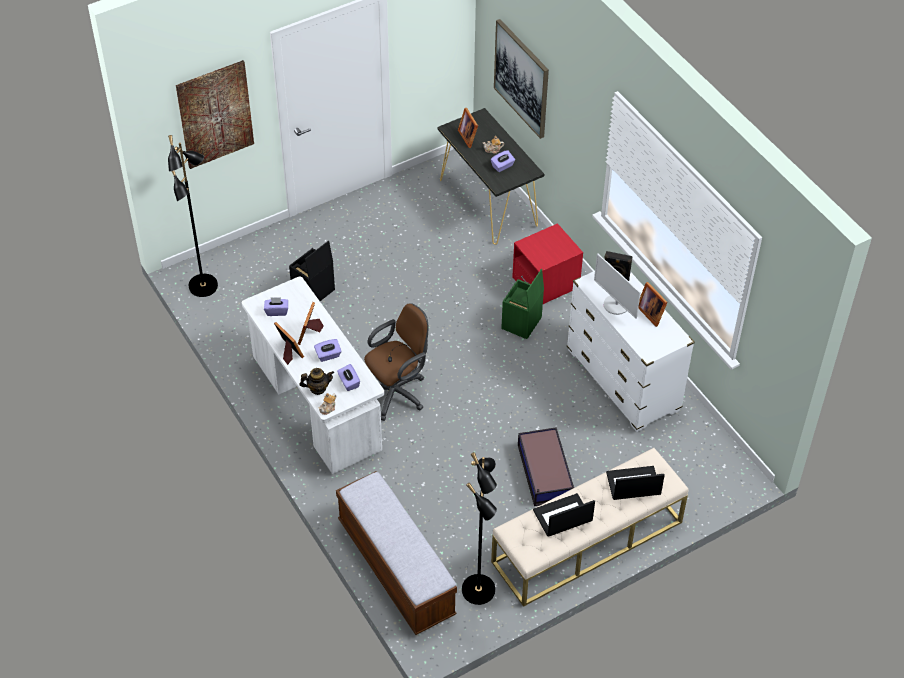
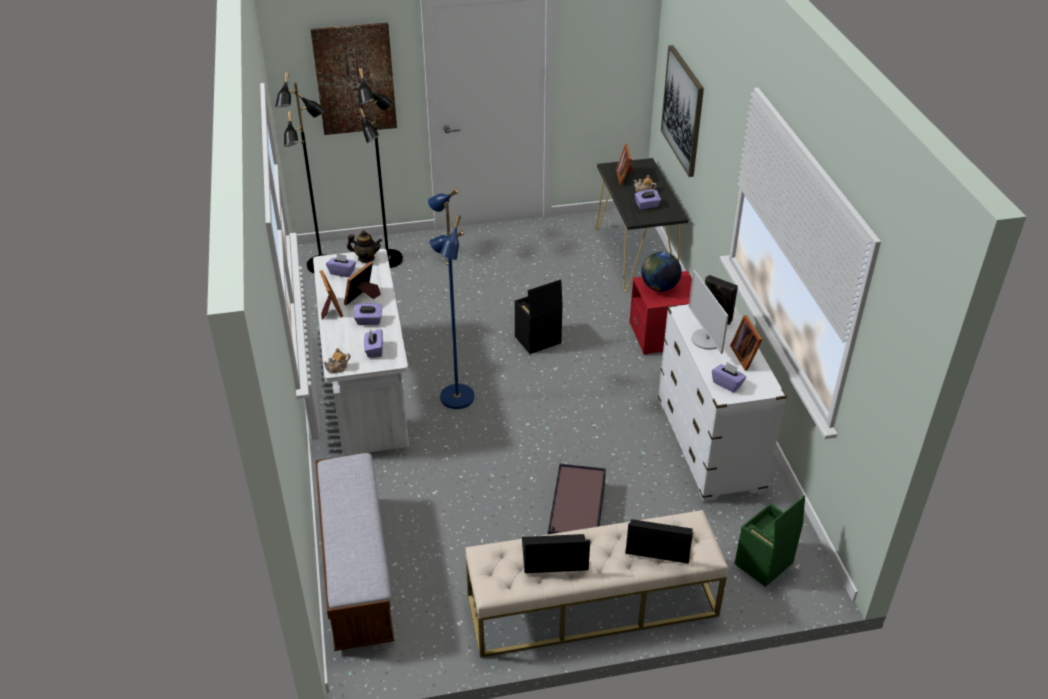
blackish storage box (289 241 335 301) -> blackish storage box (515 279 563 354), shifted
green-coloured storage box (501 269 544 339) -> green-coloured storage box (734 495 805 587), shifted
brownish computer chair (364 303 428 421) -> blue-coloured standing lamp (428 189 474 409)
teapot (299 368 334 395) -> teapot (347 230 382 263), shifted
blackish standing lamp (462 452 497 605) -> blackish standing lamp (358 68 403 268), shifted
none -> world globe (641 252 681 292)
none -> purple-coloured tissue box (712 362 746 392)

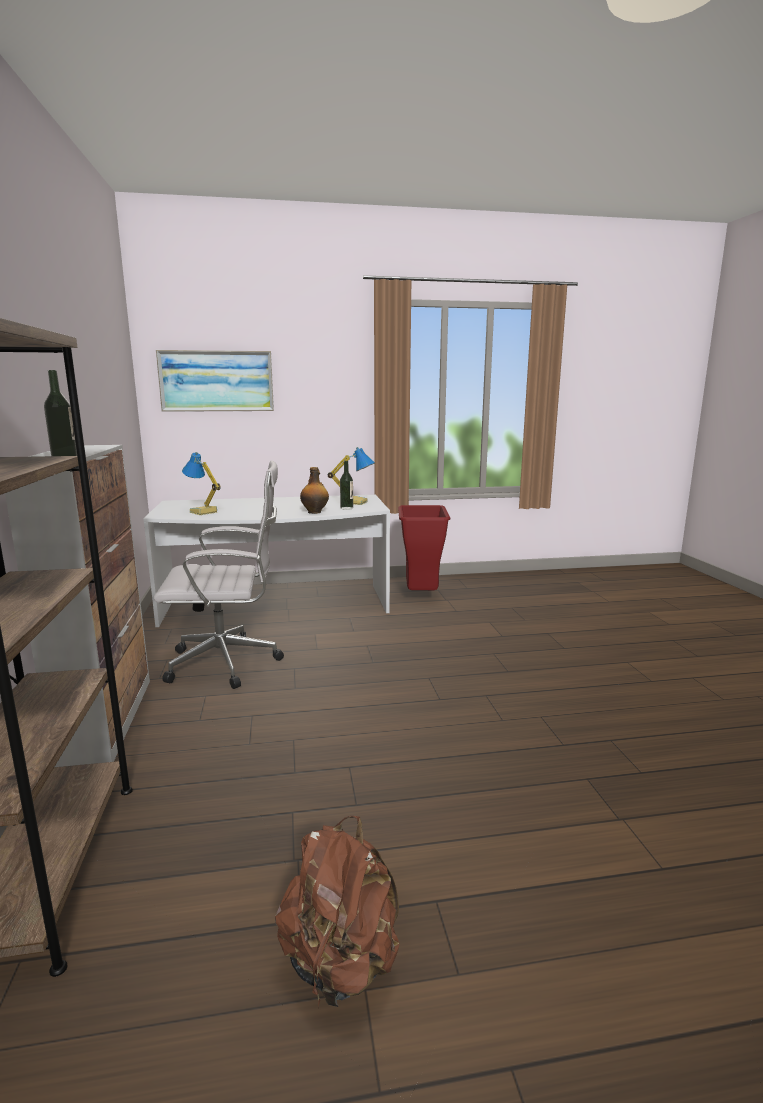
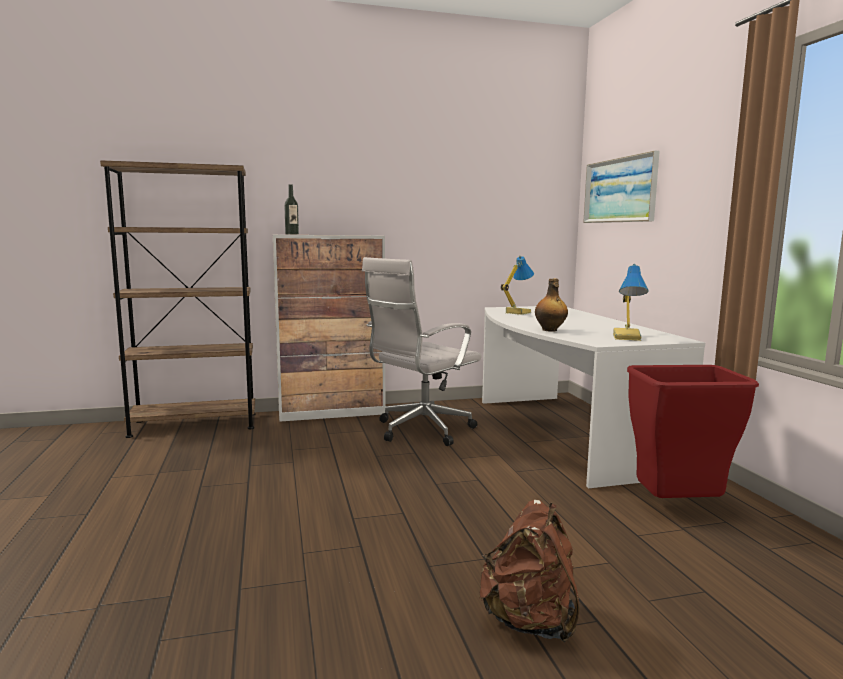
white-coloured computer chair (154 461 284 689) -> white-coloured computer chair (362 257 482 446), 60 degrees clockwise
bottle (340 461 353 510) -> none
brownish rucksack (275 816 400 1008) -> brownish rucksack (480 500 579 642), shifted

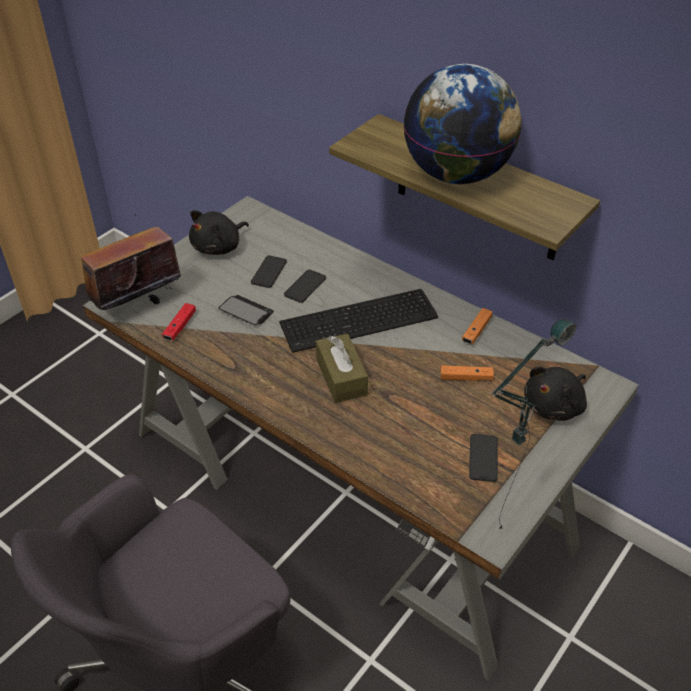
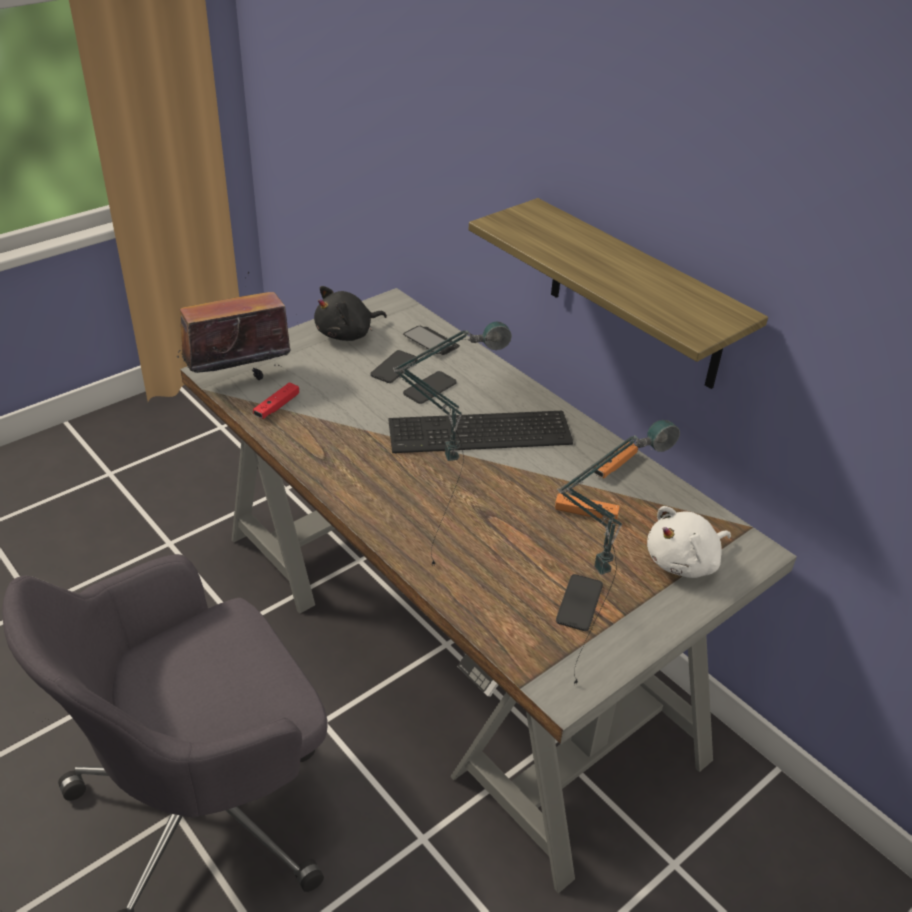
world globe (404 64 522 184) -> none
handset (219 295 274 325) -> handset (403 326 460 355), shifted
brownish tissue box (316 333 368 403) -> none
blackish soft toy (524 367 587 421) -> white-coloured soft toy (647 506 731 578)
none -> tabletop lamp (393 321 512 566)

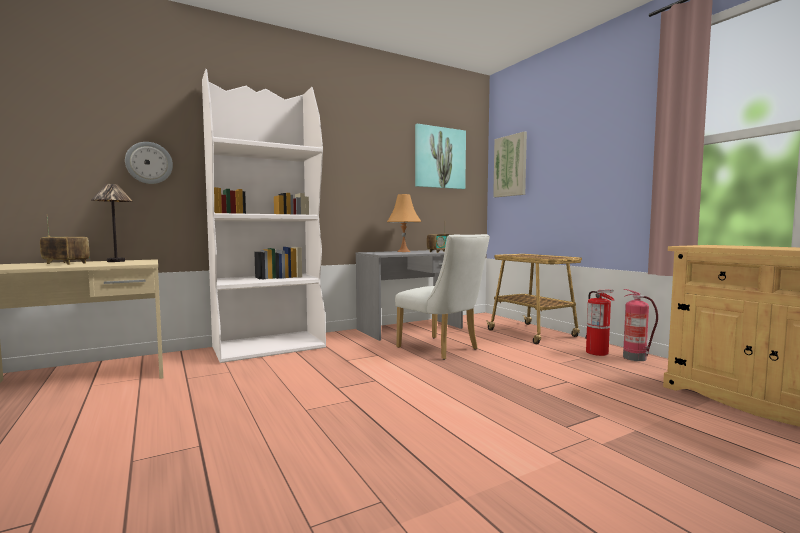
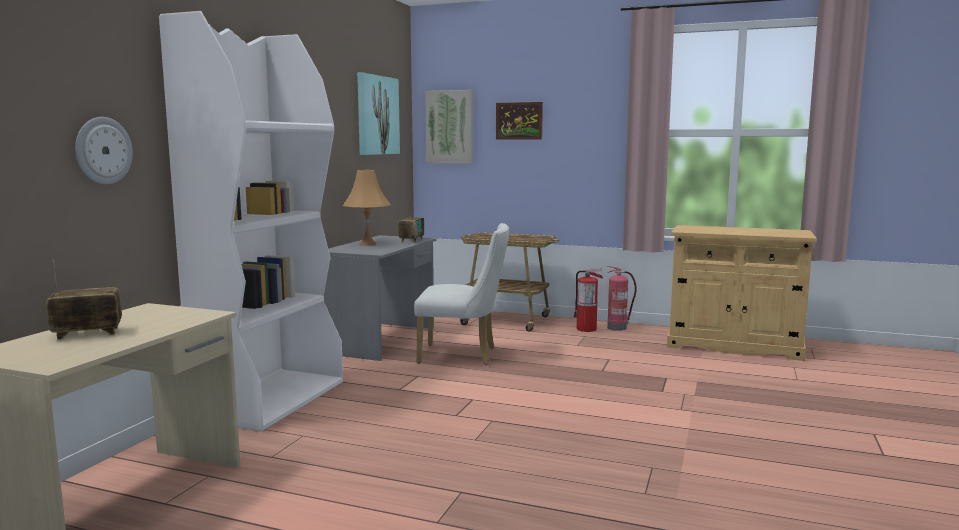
tabletop lamp (91 184 133 262) -> none
none -> picture (496 102 543 140)

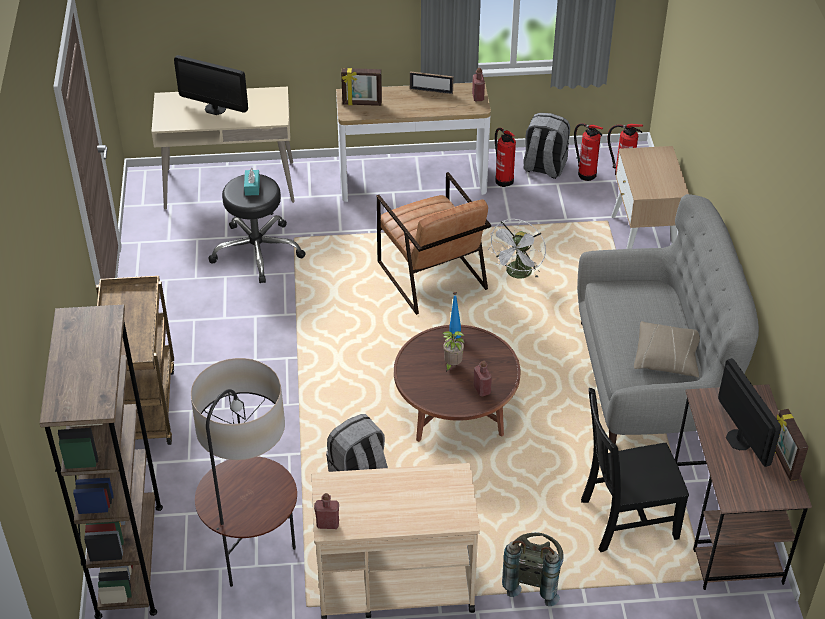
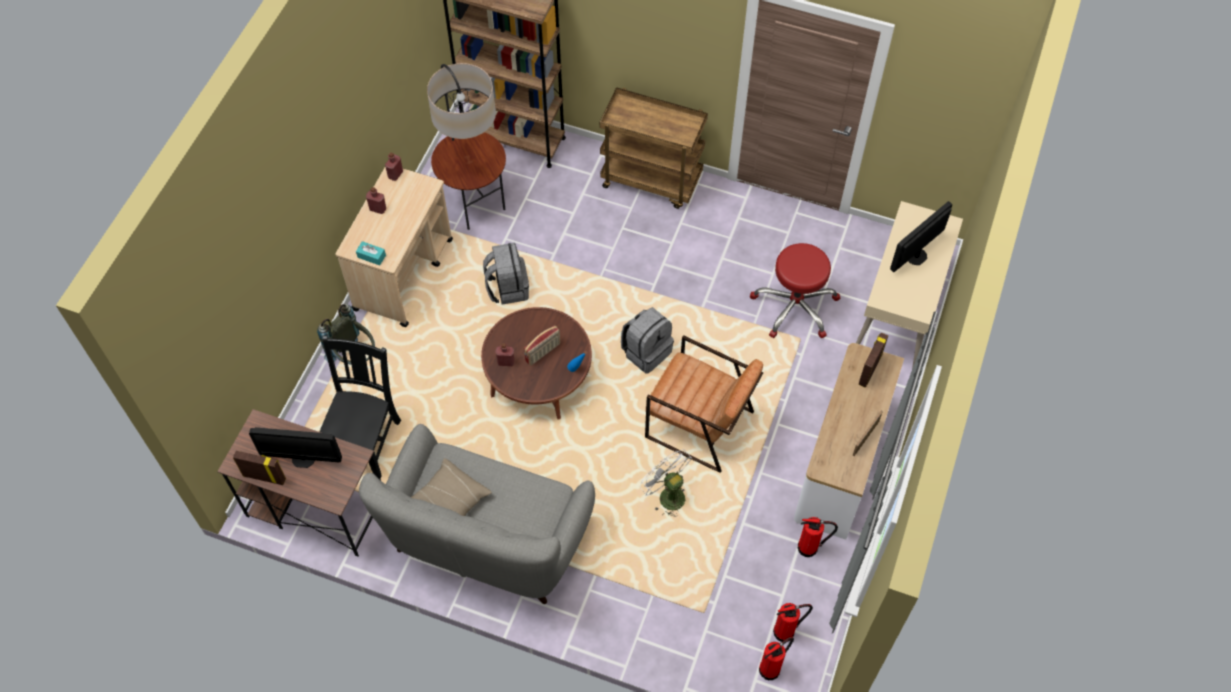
reddish bottle (472 68 485 101) -> reddish bottle (366 187 386 214), shifted
gray rucksack (523 113 570 179) -> gray rucksack (621 307 674 374), shifted
sand-coloured bedside table (611 146 689 249) -> none
blue-green tissue box (244 168 260 196) -> blue-green tissue box (356 241 386 265), shifted
brownish armchair (376 172 491 315) -> brownish armchair (645 335 763 473), 150 degrees counterclockwise
blackish sitting stool (208 174 306 283) -> reddish sitting stool (750 243 841 338)
houseplant (442 331 464 372) -> radio set (524 325 560 366)

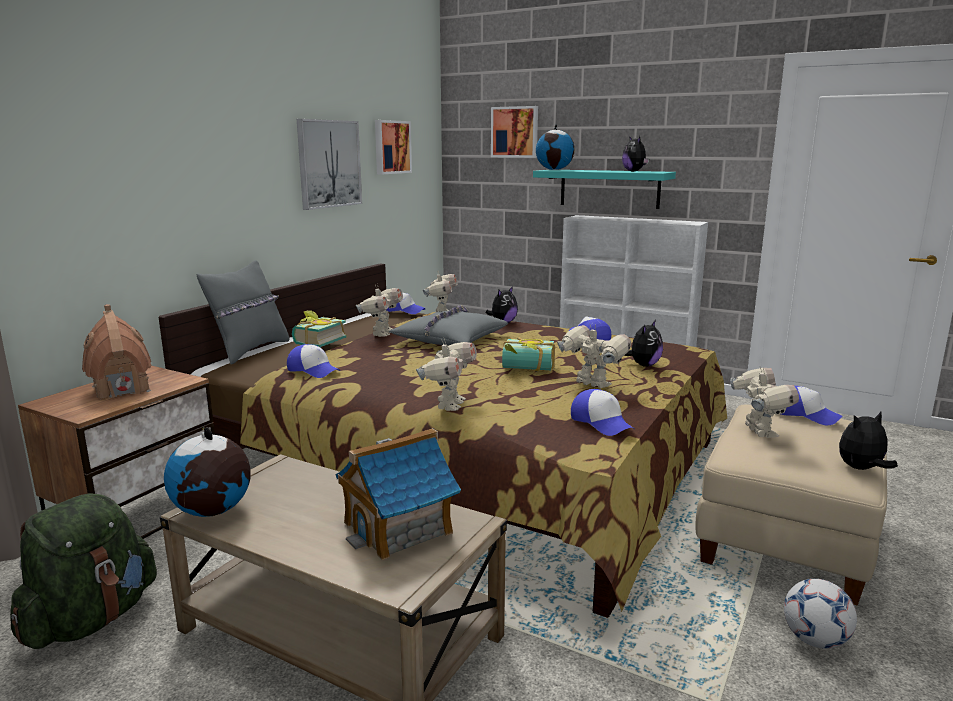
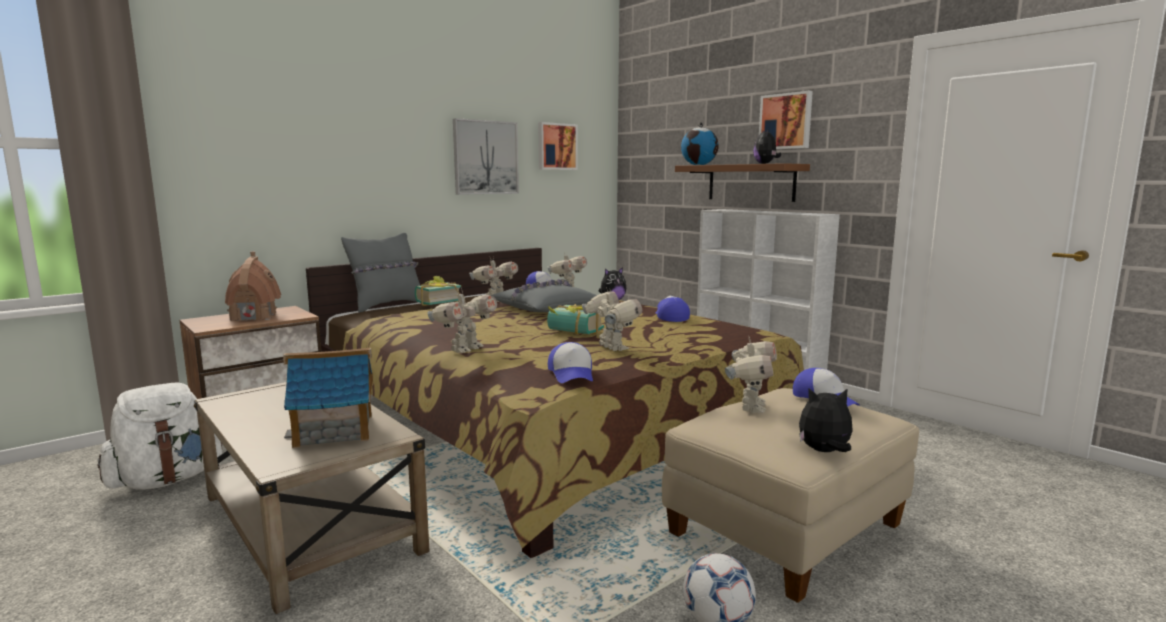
picture (491 106 538 158) -> picture (759 91 813 149), shifted
blue-green shelf (533 170 676 209) -> brownish shelf (675 163 810 202)
soft toy (624 320 663 367) -> none
baseball cap (287 344 341 378) -> none
world globe (164 427 251 517) -> none
green-coloured rucksack (10 493 157 649) -> white-coloured rucksack (98 382 222 490)

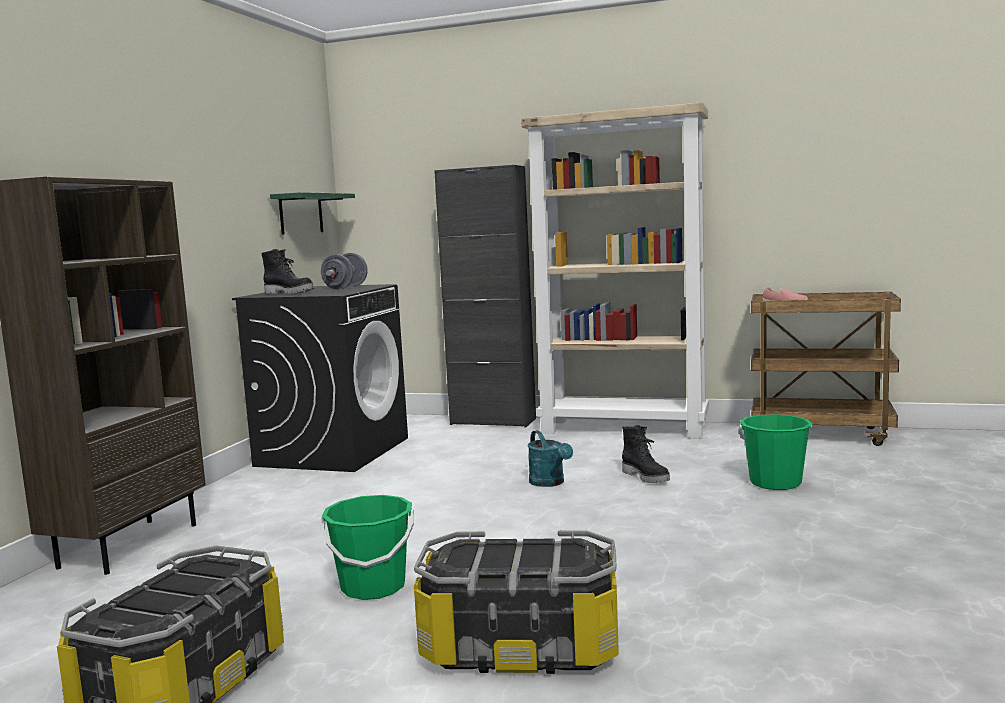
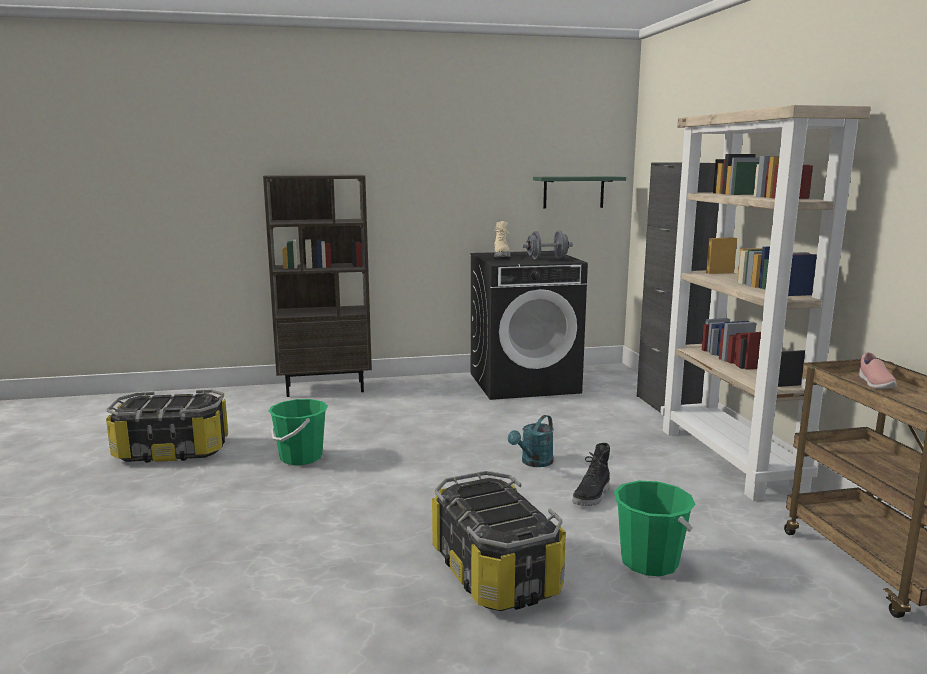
blackish high-top boot (261 249 314 294) -> sand-coloured high-top boot (494 221 511 257)
storage box (414 530 619 674) -> storage box (432 471 566 611), shifted

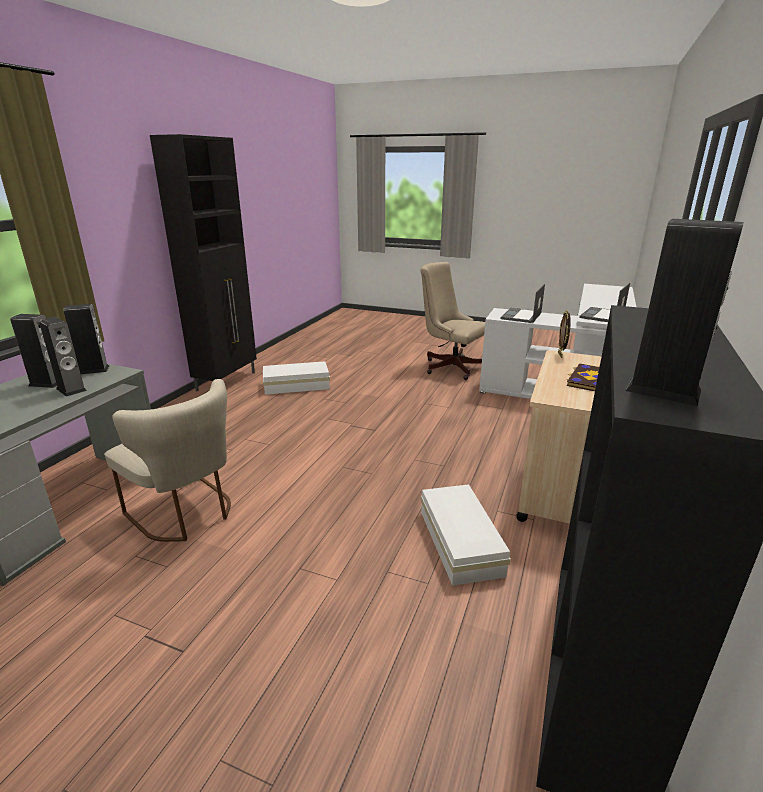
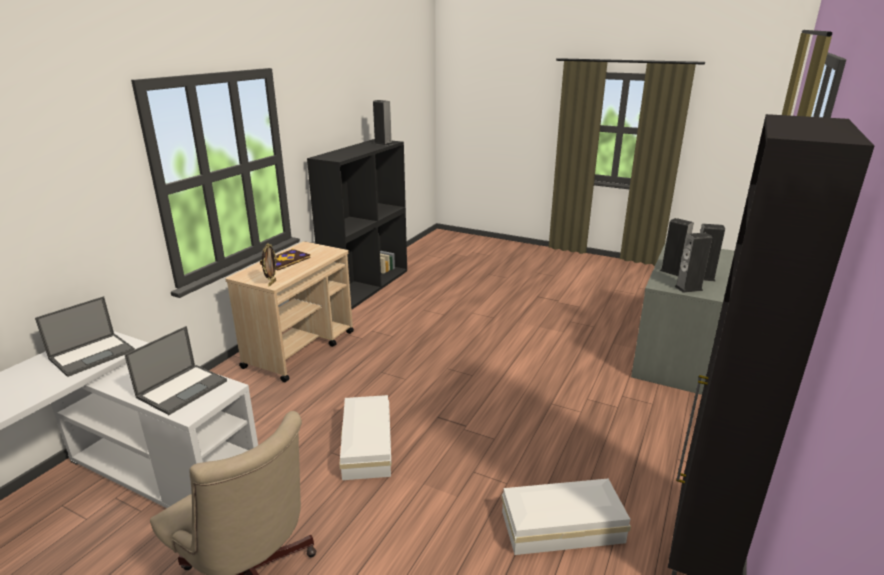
sand-coloured chair (104 379 231 542) -> none
white-coloured storage box (421 484 511 586) -> white-coloured storage box (339 395 392 480), shifted

